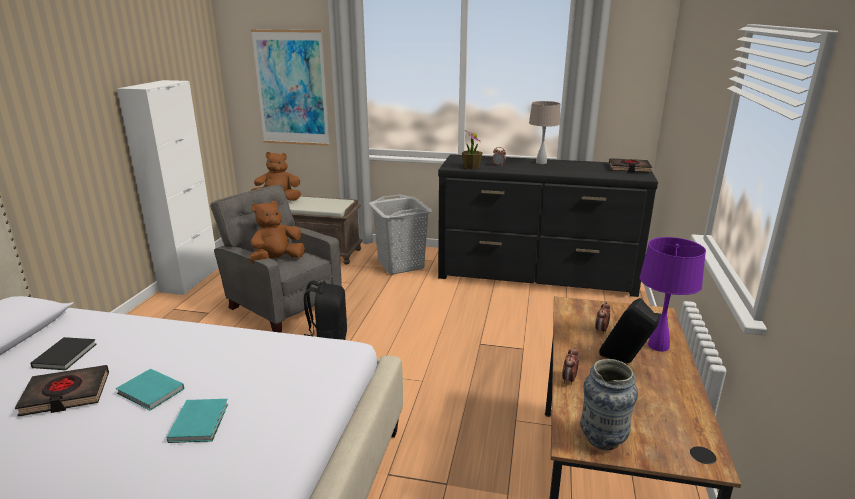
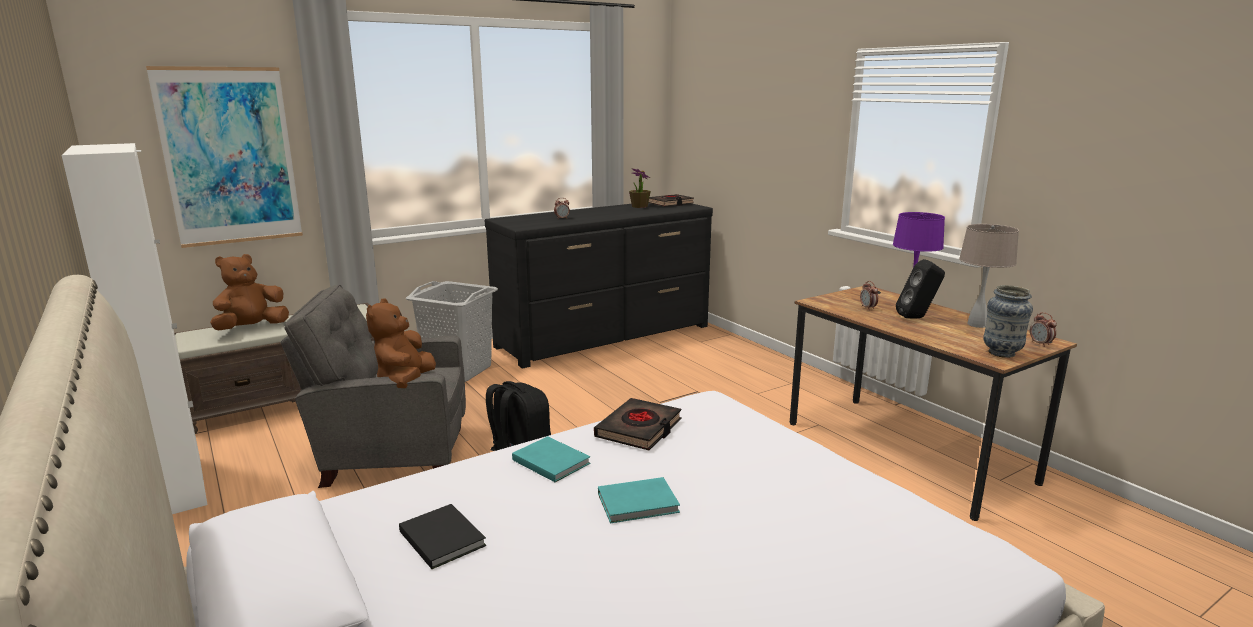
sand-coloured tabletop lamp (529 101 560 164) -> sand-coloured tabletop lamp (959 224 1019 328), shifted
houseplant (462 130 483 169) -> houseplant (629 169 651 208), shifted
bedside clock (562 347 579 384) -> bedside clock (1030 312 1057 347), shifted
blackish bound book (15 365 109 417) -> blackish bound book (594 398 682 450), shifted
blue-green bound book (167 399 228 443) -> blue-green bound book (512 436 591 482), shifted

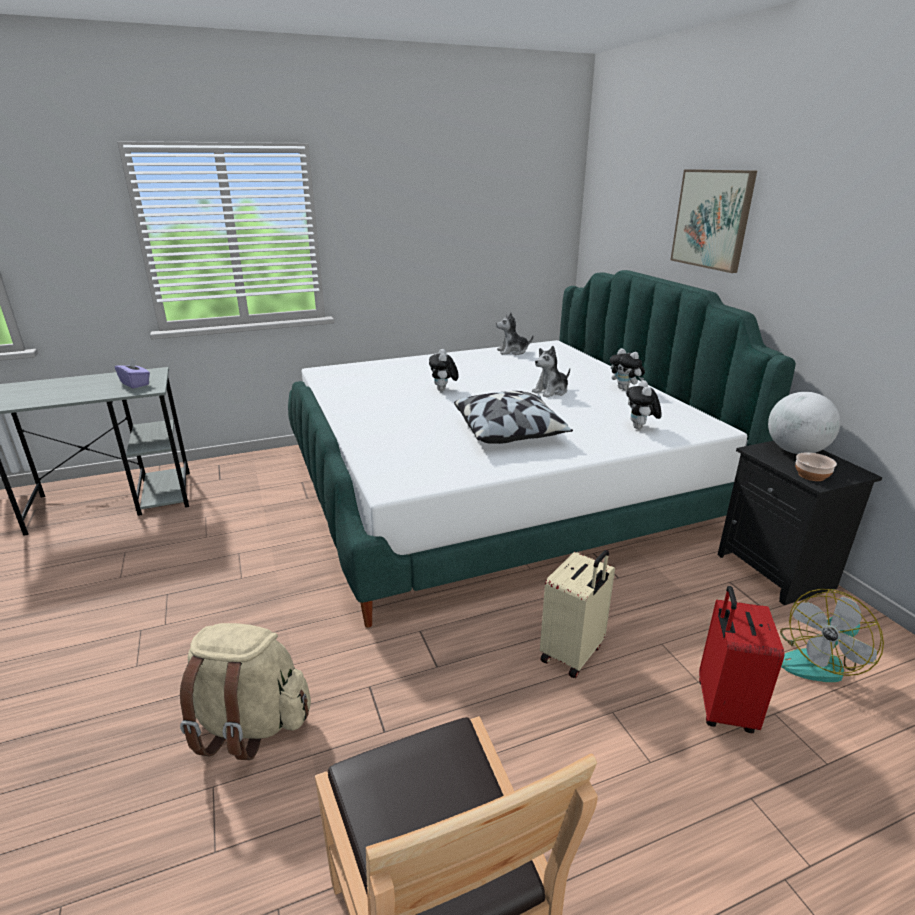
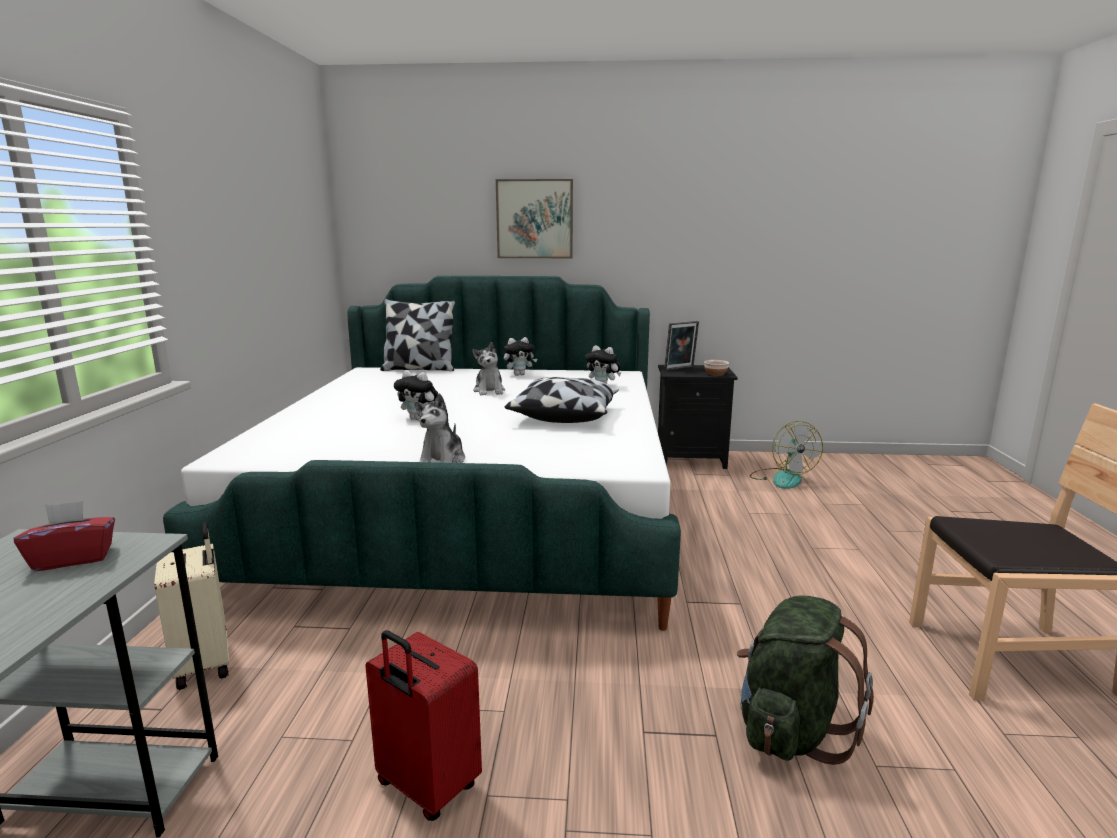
soft toy (496 313 534 355) -> soft toy (414 393 465 463), shifted
purple-coloured tissue box (115 358 150 389) -> reddish tissue box (14 500 115 571)
world globe (768 392 841 454) -> photo frame (664 321 699 370)
sand-coloured suitcase (540 550 615 679) -> sand-coloured suitcase (154 522 229 690), shifted
reddish suitcase (699 586 784 733) -> reddish suitcase (365 630 482 821), shifted
sand-coloured rucksack (180 623 311 760) -> green-coloured rucksack (737 596 874 765)
none -> cushion (380 299 456 371)

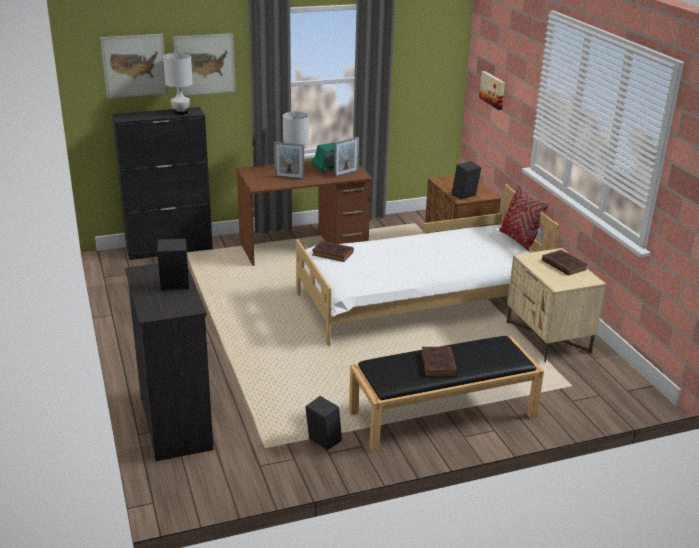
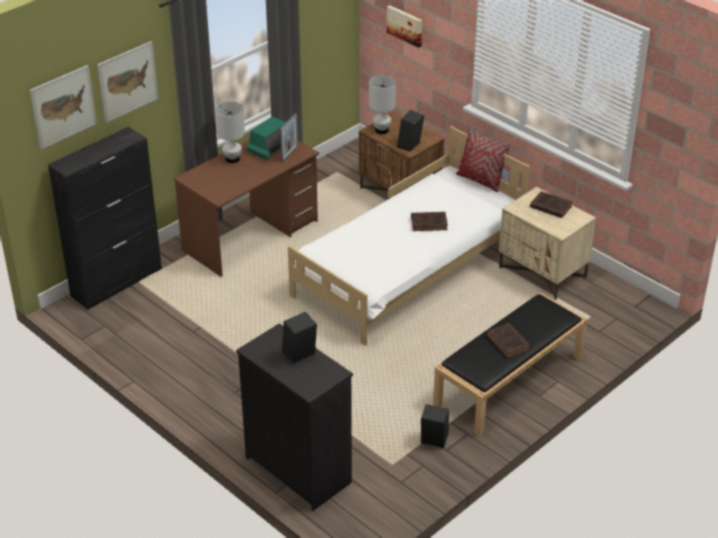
white-coloured tabletop lamp (163 53 193 115) -> white-coloured tabletop lamp (369 75 396 134), shifted
photo frame (274 142 304 180) -> none
brownish bound book (312 241 354 262) -> brownish bound book (411 212 448 231), shifted

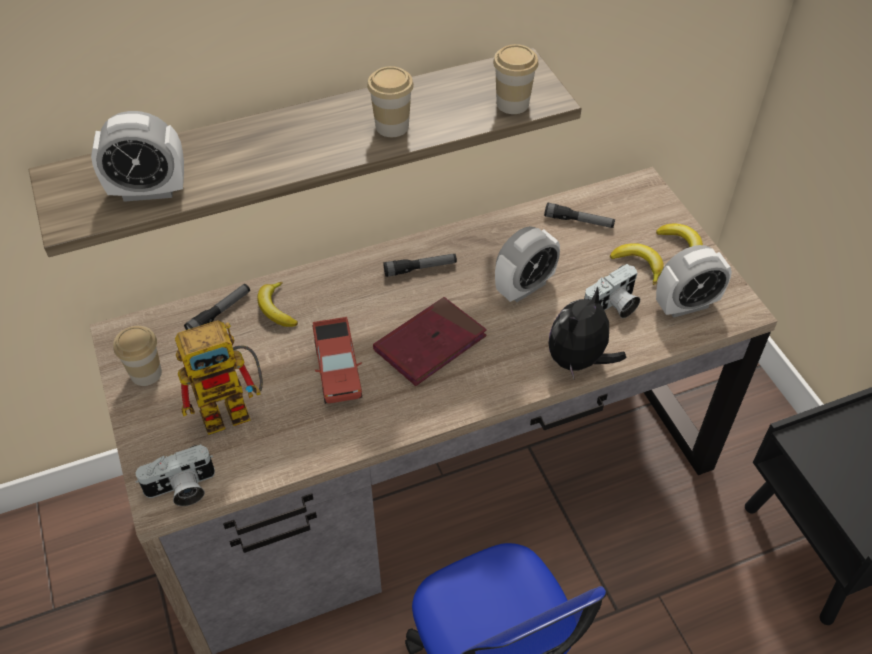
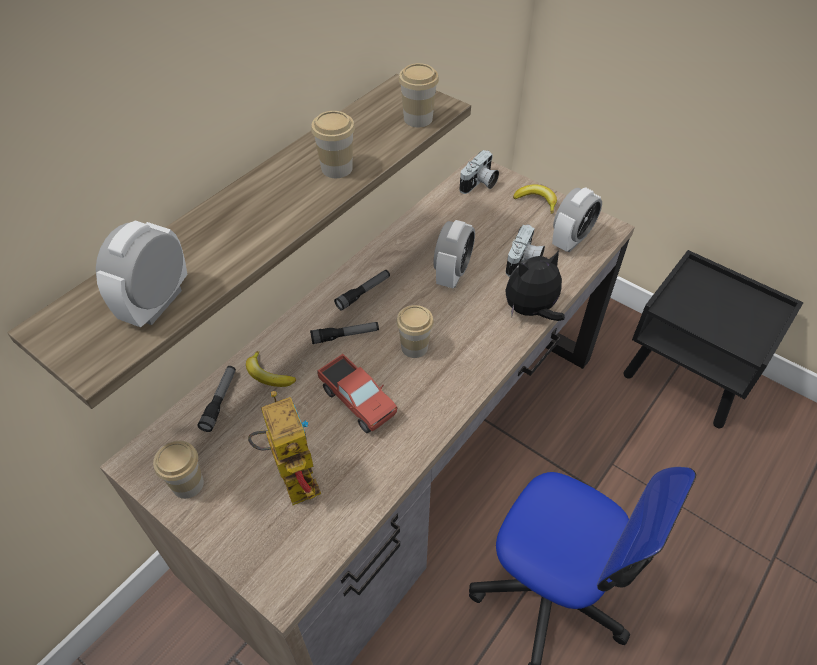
bedside clock (91 111 184 202) -> bedside clock (96 221 187 327), 150 degrees clockwise
flashlight (544 202 615 228) -> flashlight (310 322 379 344), shifted
whole banana (610 243 664 285) -> none
soft toy (549 286 627 379) -> soft toy (505 250 565 321), 60 degrees clockwise
reddish bound book (373 297 487 386) -> cup (396 305 434 358)
toy robot (175 320 263 435) -> toy robot (248 391 321 505), 60 degrees counterclockwise
photo camera (136 444 215 506) -> photo camera (459 150 499 194), shifted

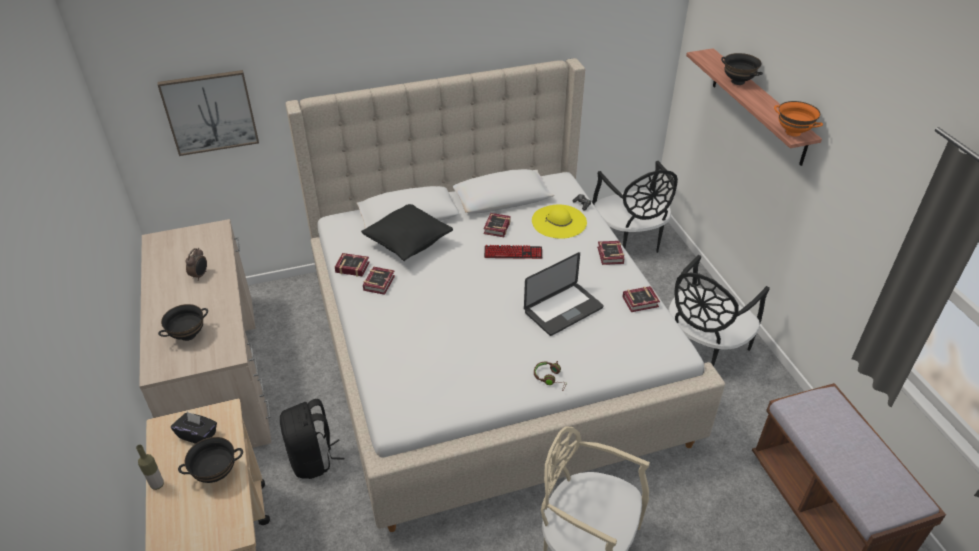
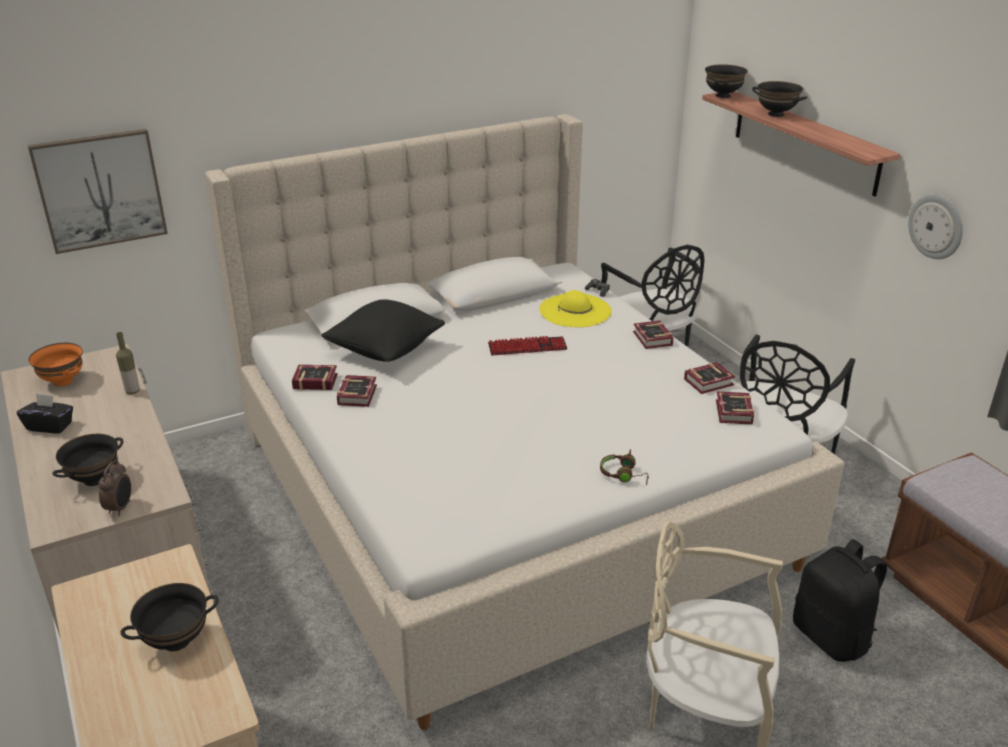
orange deep dish (774 101 823 137) -> orange deep dish (28 343 83 387), shifted
bound book (483 213 511 237) -> bound book (716 392 754 425), shifted
bedside clock (186 248 207 281) -> bedside clock (99 461 131 516), shifted
portable computer (524 252 603 336) -> none
blackish rucksack (280 399 344 479) -> blackish rucksack (793 539 887 662), shifted
blackish tissue box (171 412 217 444) -> blackish tissue box (17 394 73 434), shifted
bottle (136 445 164 490) -> bottle (116 332 140 394), shifted
none -> blackish deep dish (705 64 748 98)
none -> wall clock (908 194 963 259)

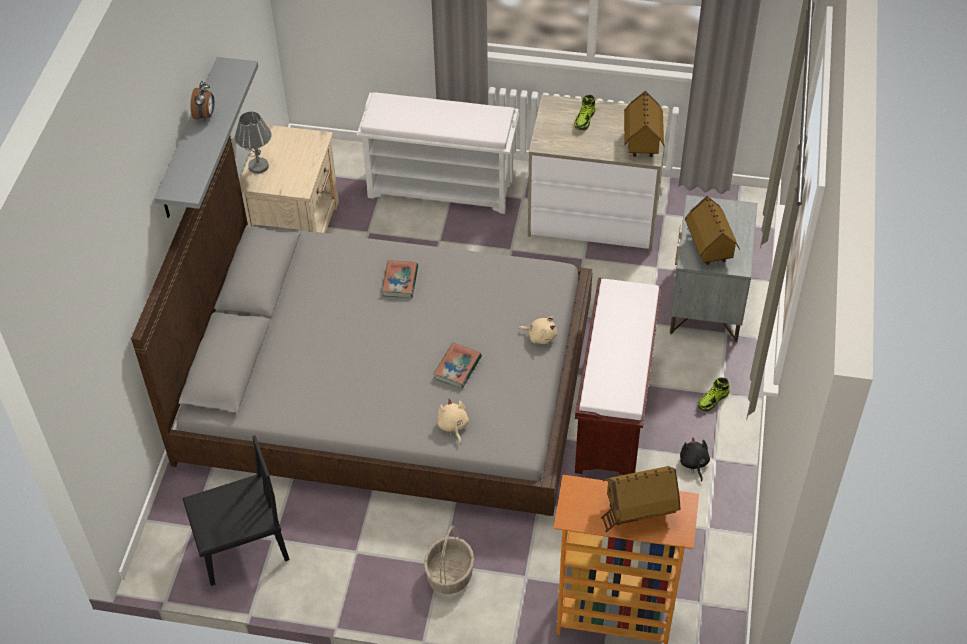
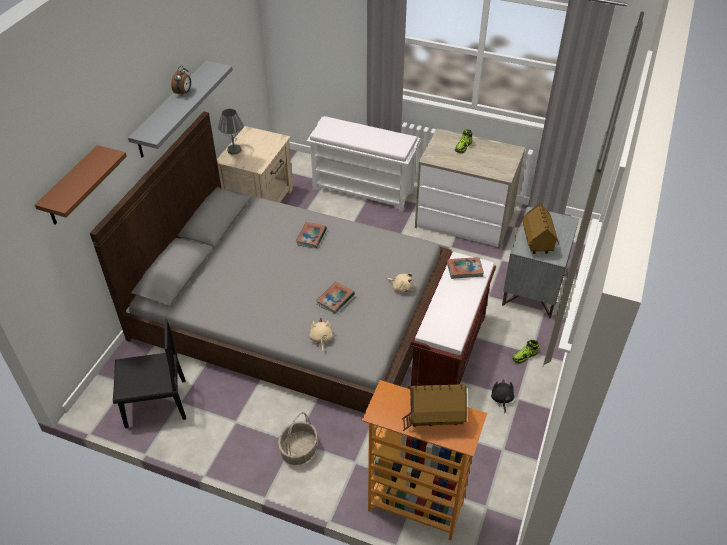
model house (624 91 664 157) -> none
none -> brownish shelf (35 145 127 225)
none -> bound book (447 257 484 279)

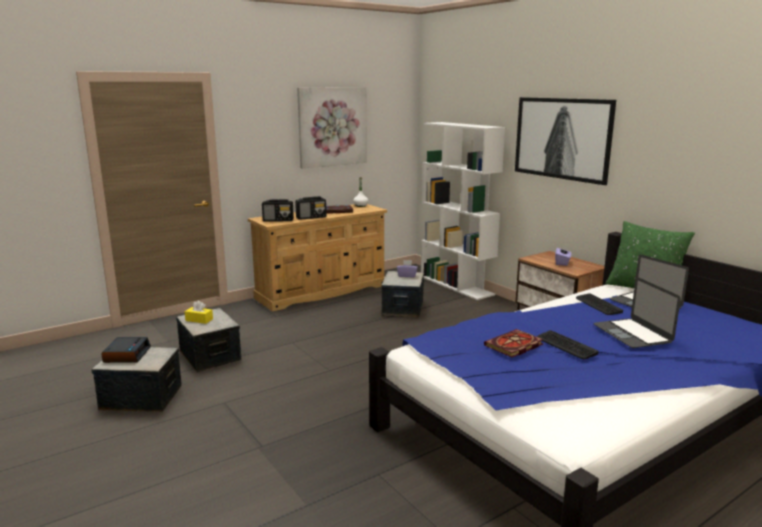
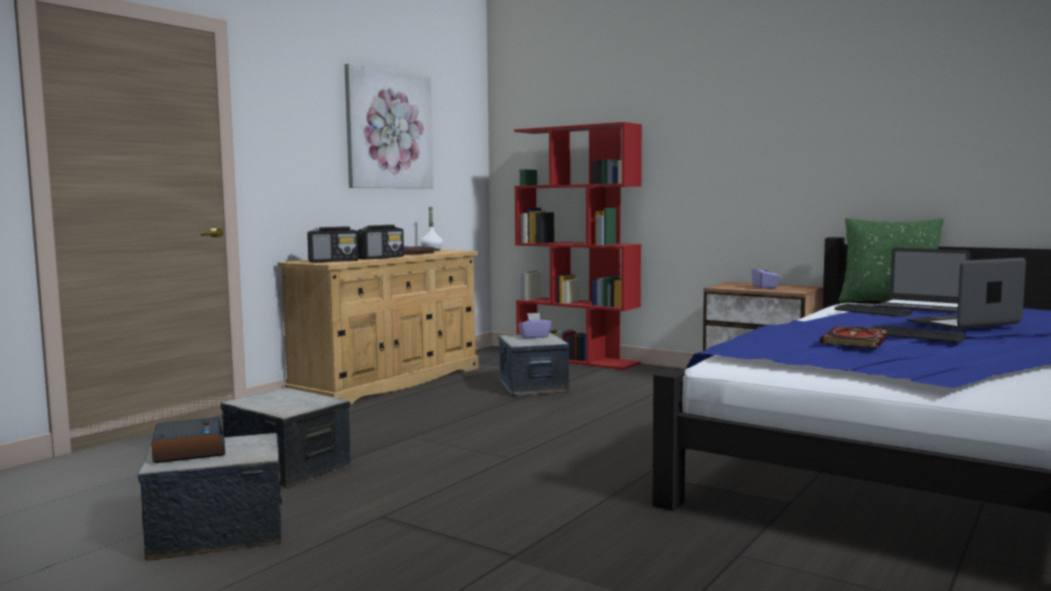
picture (515 97 616 185) -> none
white-coloured bookcase (421 122 505 300) -> reddish bookcase (514 122 642 370)
portable computer (593 277 681 348) -> portable computer (906 258 1026 329), 105 degrees clockwise
yellow tissue box (185 301 213 324) -> none

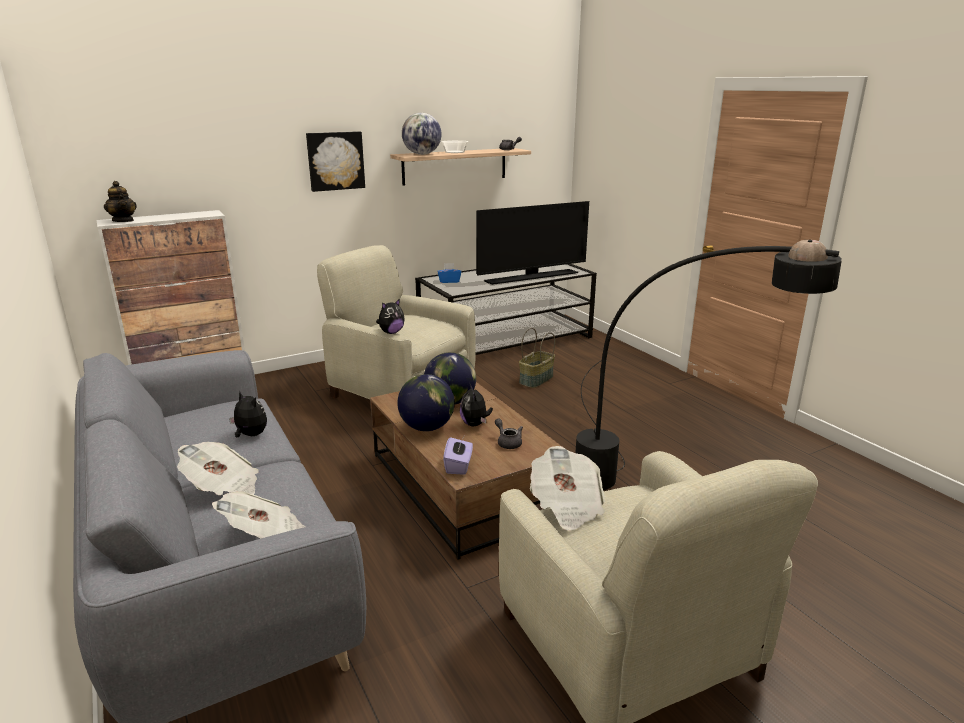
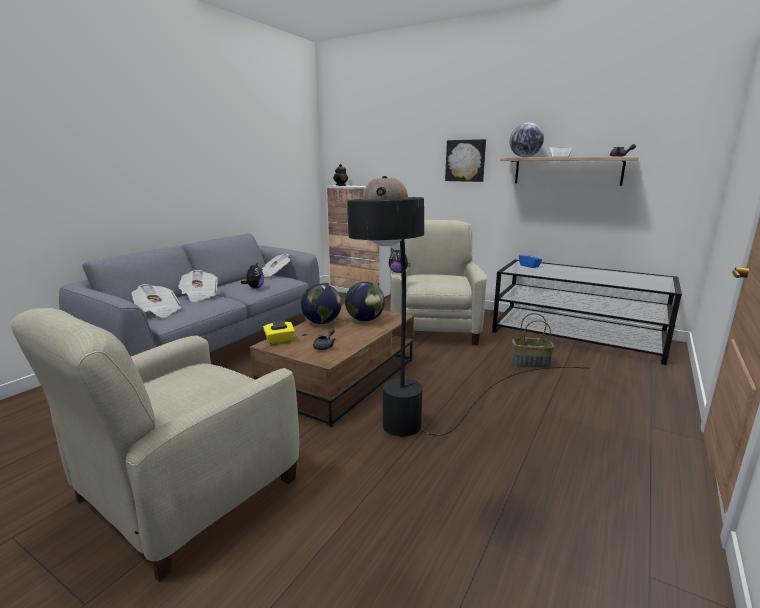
TV set (476 201 589 285) -> none
soft toy (460 384 493 427) -> none
purple-coloured tissue box (443 437 473 475) -> yellow tissue box (263 320 295 344)
daily paper (530 446 605 531) -> daily paper (262 254 290 277), shifted

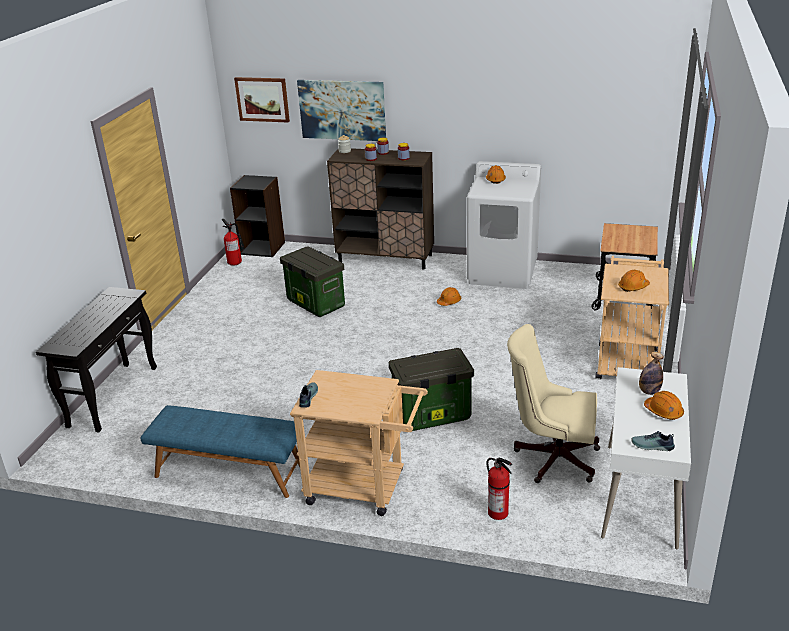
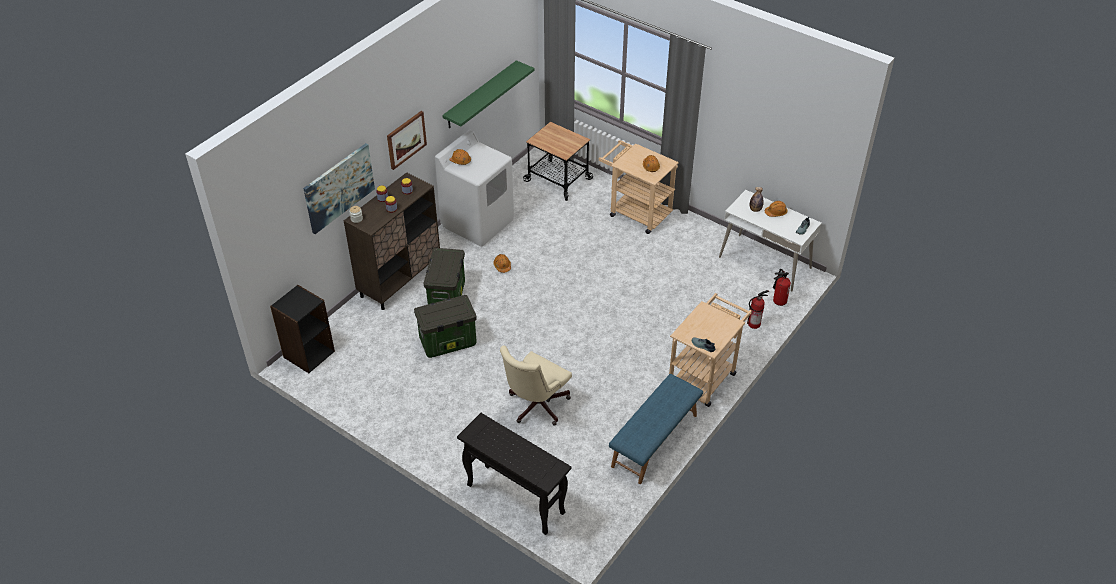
picture (234 77 290 123) -> picture (387 111 427 170), shifted
extinguisher (222 219 245 266) -> extinguisher (773 269 791 306), shifted
sand-coloured computer chair (507 324 600 483) -> sand-coloured computer chair (500 345 572 425), shifted
storage box (389 348 474 431) -> storage box (424 248 465 304), shifted
none -> green-coloured shelf (442 60 535 129)

